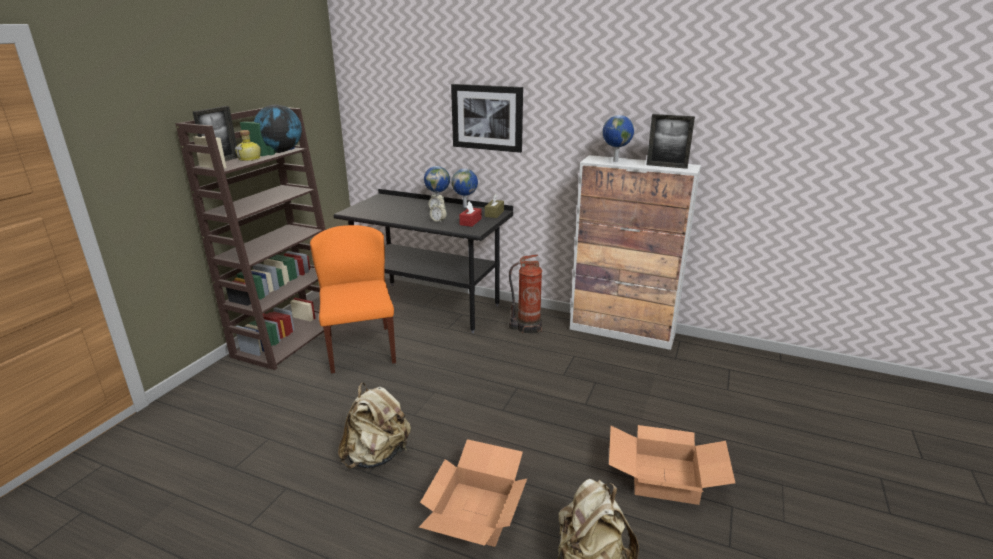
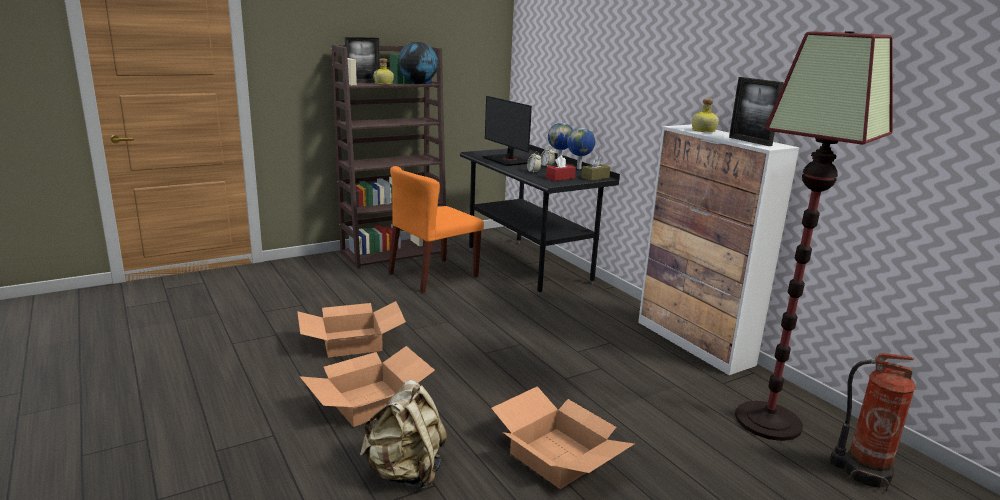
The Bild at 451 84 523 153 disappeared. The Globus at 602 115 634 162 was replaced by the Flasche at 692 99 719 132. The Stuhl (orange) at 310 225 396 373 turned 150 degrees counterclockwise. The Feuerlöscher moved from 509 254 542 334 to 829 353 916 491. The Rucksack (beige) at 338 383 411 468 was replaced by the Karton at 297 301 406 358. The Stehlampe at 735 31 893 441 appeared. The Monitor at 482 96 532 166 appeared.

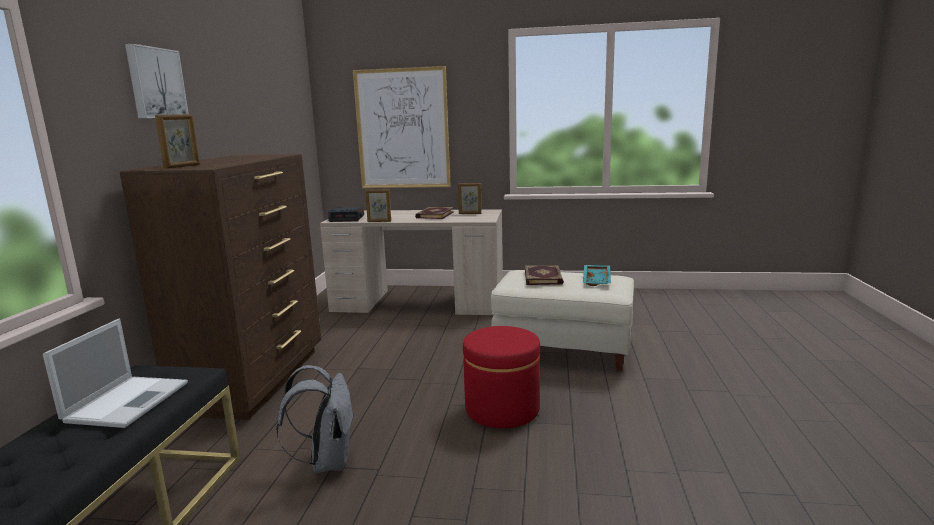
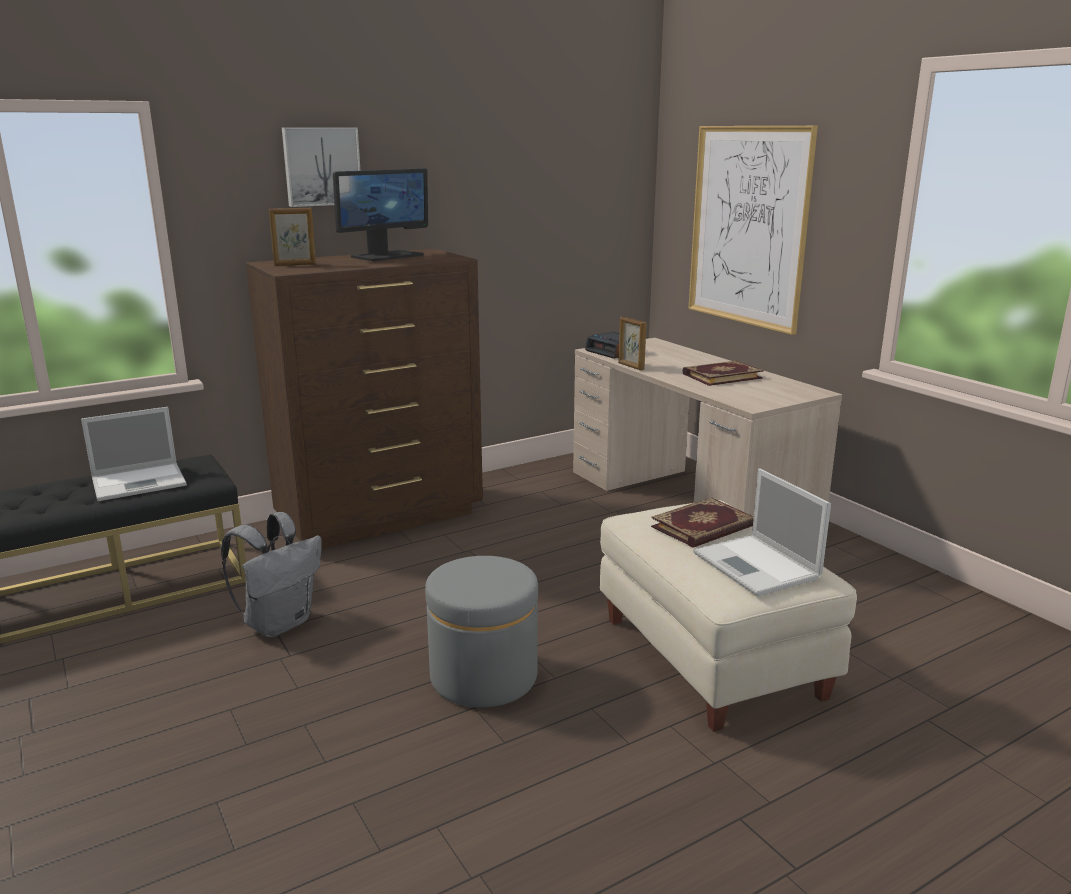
The Bilderrahmen at 458 183 481 214 disappeared. The Tablett (türkis) at 583 265 611 286 was replaced by the Laptop at 693 468 831 596. The Polsterhocker (rot) at 463 326 540 428 became the Polsterhocker (grau) at 425 556 538 708. The Monitor at 333 168 428 261 appeared.

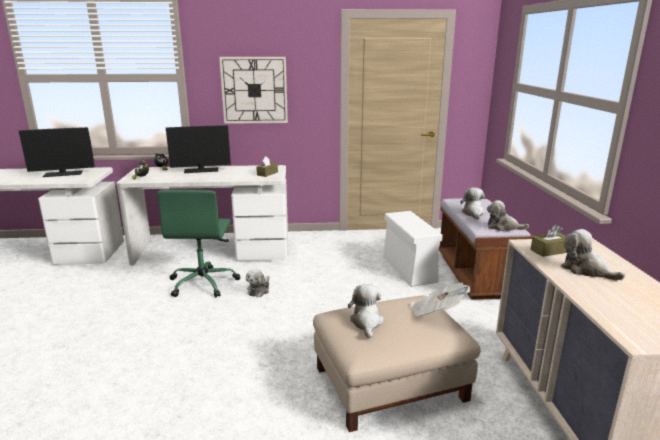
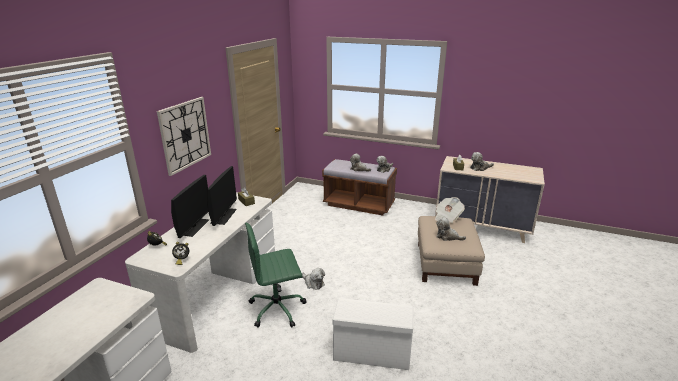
The Monitor moved from 19 127 95 177 to 207 166 237 226. The Bürostuhl (grün) at 157 190 240 297 turned 135 degrees clockwise. The Aufbewahrungsbox (weiß) moved from 383 211 443 287 to 333 298 413 370.

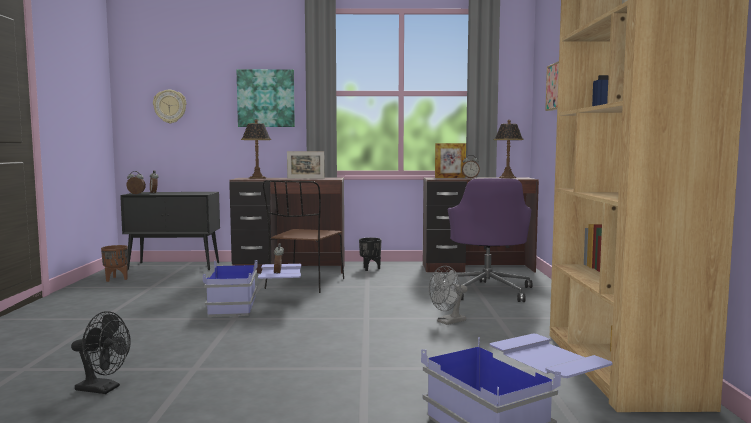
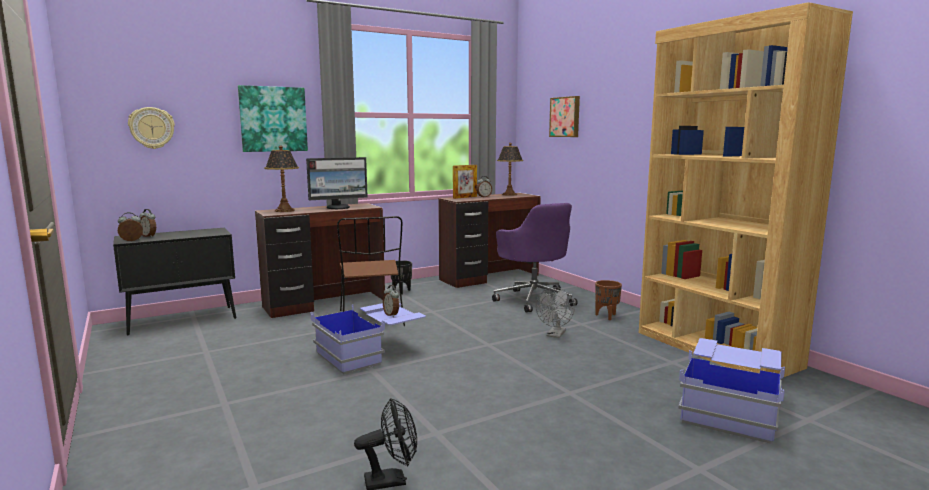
The Bilderrahmen at 287 151 325 179 was replaced by the Monitor at 306 157 368 209. The Pflanzkübel (braun) moved from 101 245 128 282 to 595 280 622 320.

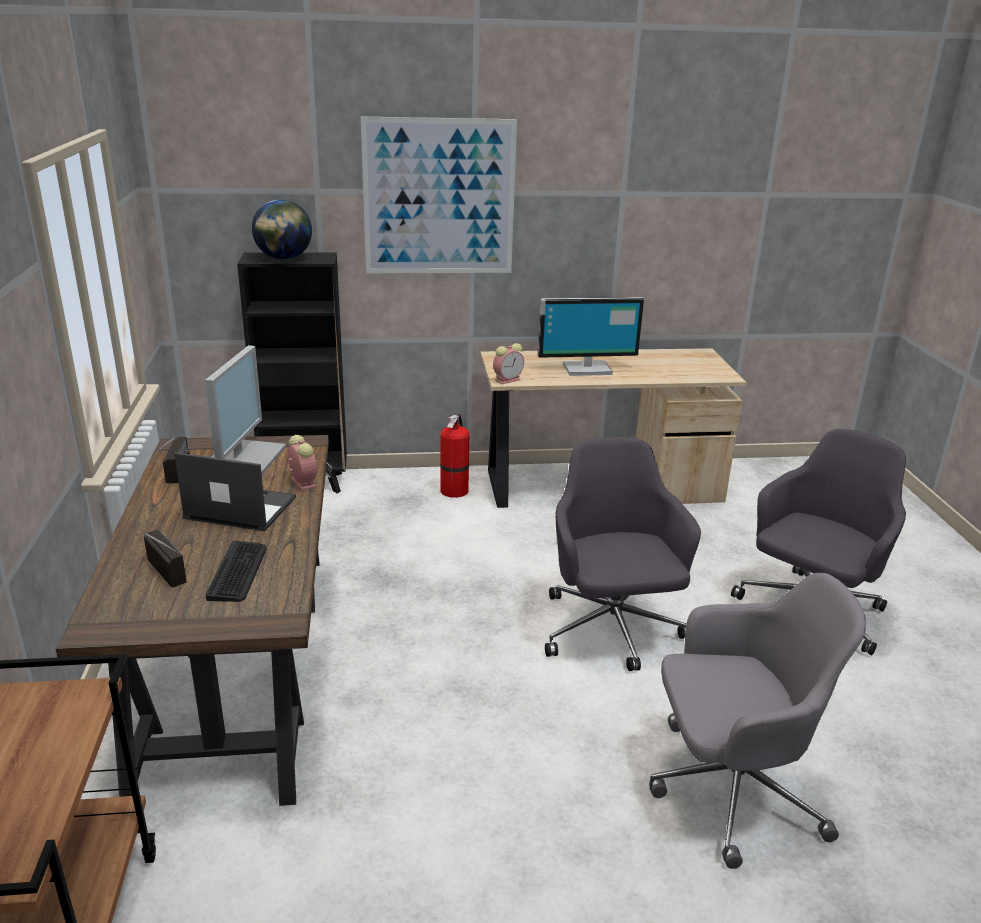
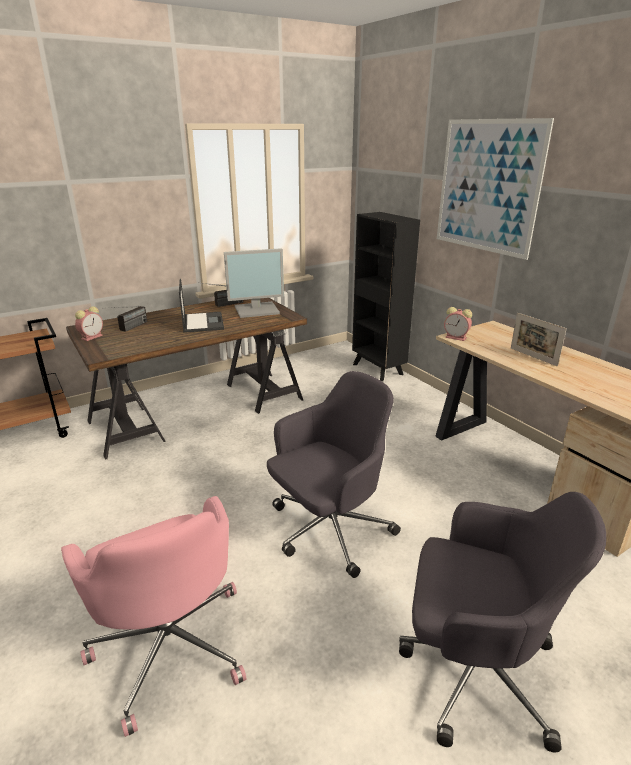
The Globus at 252 199 312 260 disappeared. The Monitor at 538 297 644 376 was replaced by the Bilderrahmen at 511 313 567 366. The Feuerlöscher at 440 414 470 498 disappeared. The Wecker moved from 288 435 317 491 to 75 306 103 341. The Tastatur at 206 541 267 602 disappeared. The Bürostuhl (grau) at 649 573 866 869 became the Bürostuhl (rosa) at 61 496 246 737.

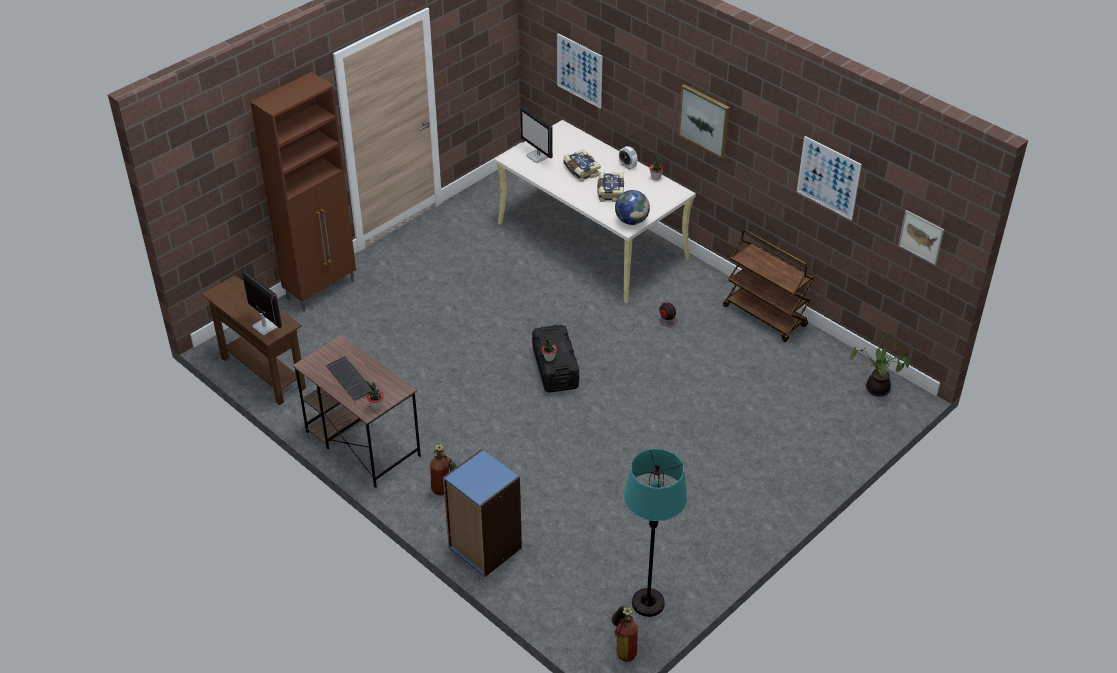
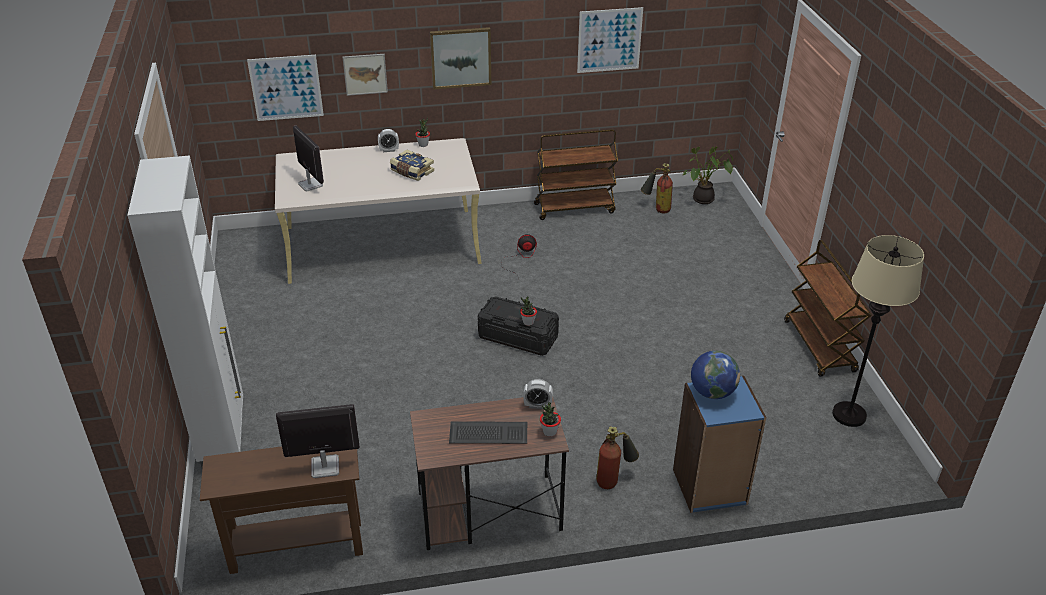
The Schrank (braun) at 250 72 356 312 became the Schrank (weiß) at 127 156 243 468. The Monitor at 520 106 553 163 turned 120 degrees counterclockwise. The Buch at 563 149 601 182 disappeared. The Globus moved from 615 190 650 225 to 691 351 740 399. The Bild moved from 898 210 944 265 to 343 54 388 96. The Stehlampe (türkis) at 624 449 688 617 became the Stehlampe (beige) at 832 235 924 427. The Feuerlöscher moved from 611 606 638 662 to 641 163 673 213. The Rollwagen (braun) at 784 240 872 377 appeared. The Wecker at 523 379 553 409 appeared.

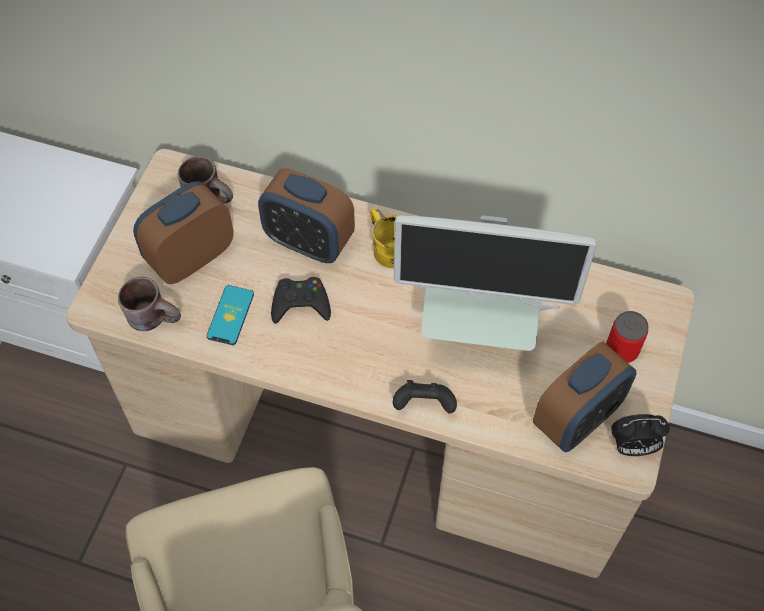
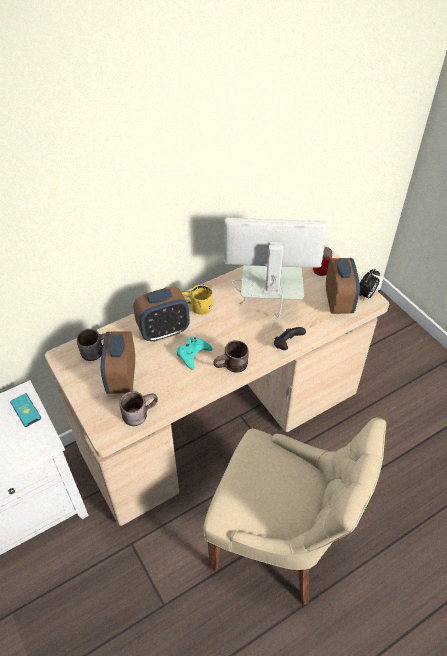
The Monitor at 394 215 597 351 turned 135 degrees counterclockwise. The Gamepad (schwarz) at 271 277 331 324 became the Gamepad (türkis) at 176 336 212 370. The Handy moved from 207 285 254 345 to 10 393 41 427. The Henkelbecher (braun) at 213 340 249 372 appeared.

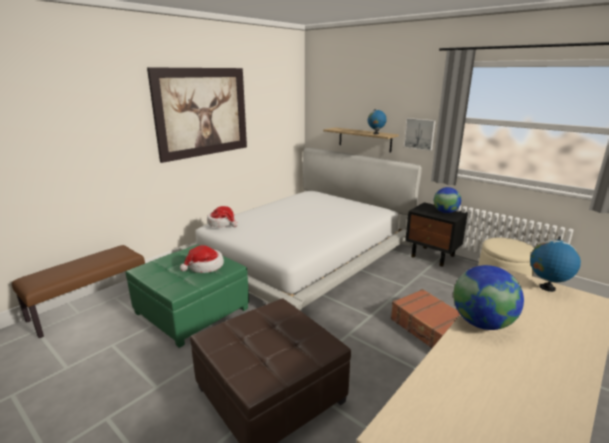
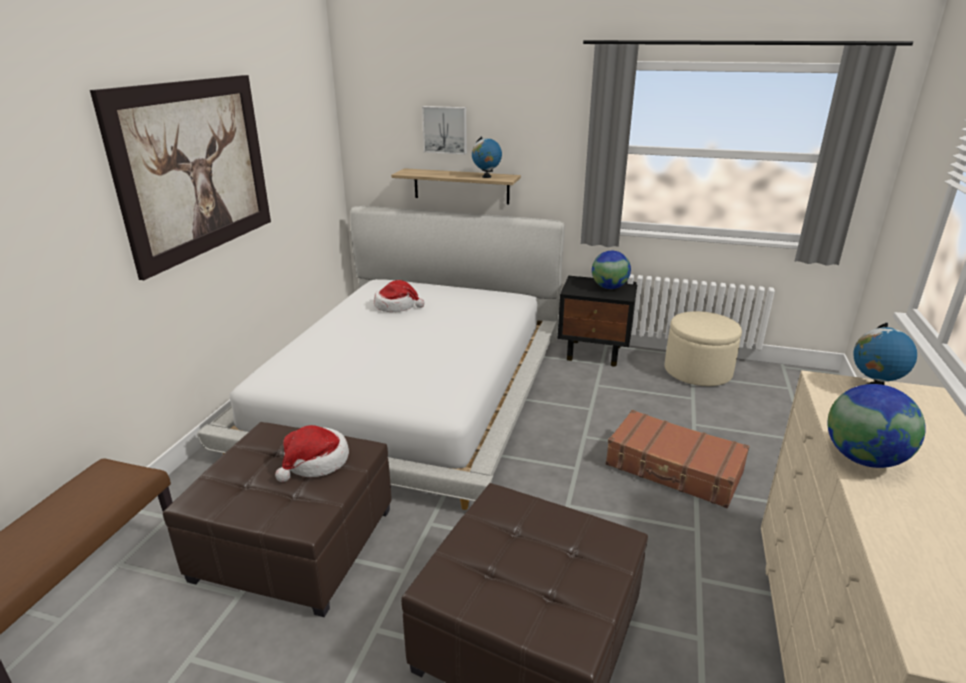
The Bild moved from 404 118 436 151 to 422 106 467 155. The Hut moved from 207 206 238 227 to 374 280 425 312. The Polsterhocker (grün) at 126 244 249 348 became the Polsterhocker (braun) at 163 422 392 617.

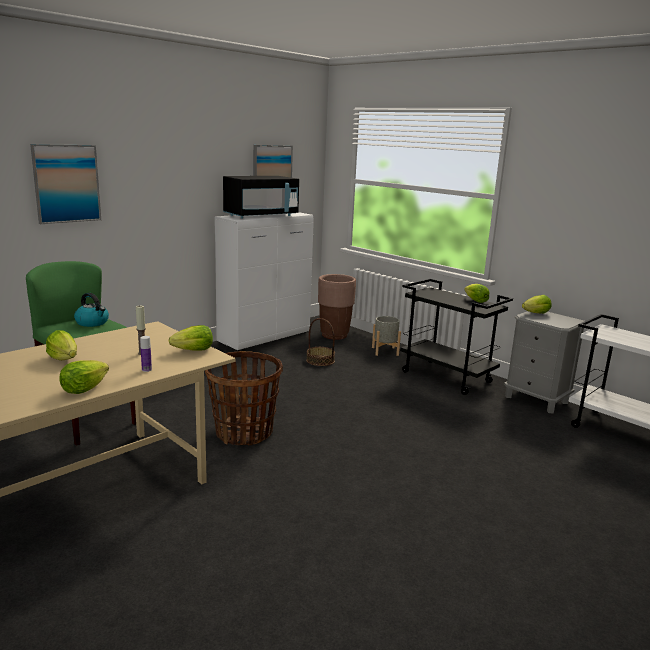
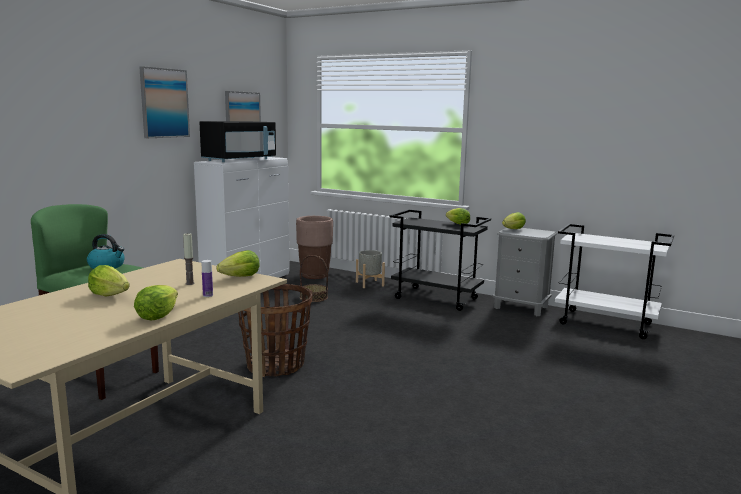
The Bild moved from 30 144 101 224 to 139 66 190 138.

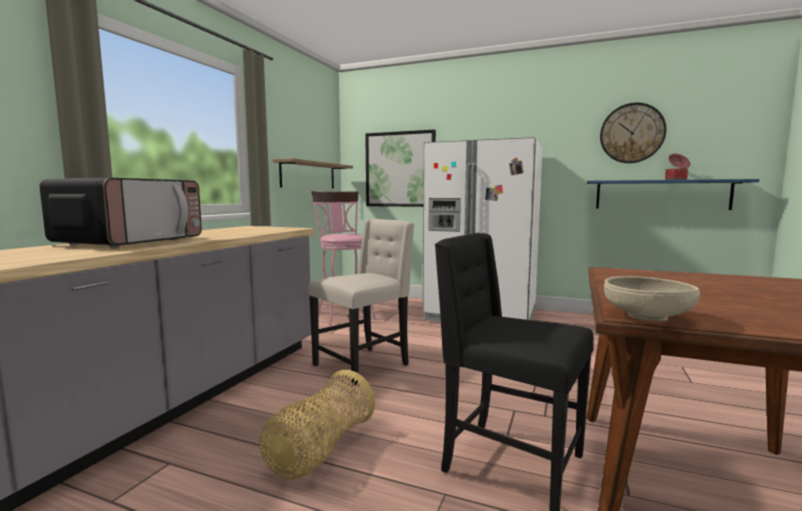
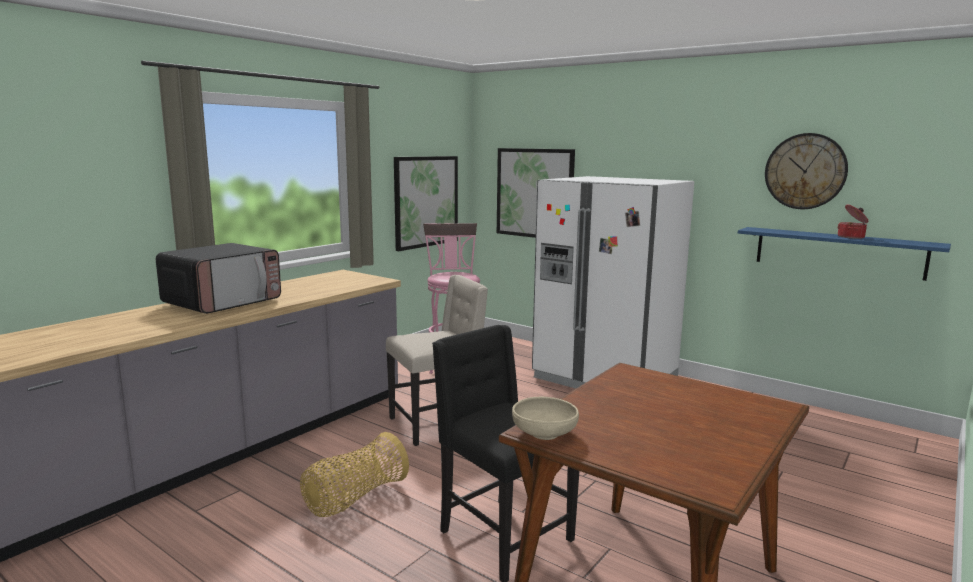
The Wandregal at 272 158 353 189 was replaced by the Bild at 394 156 458 251.

